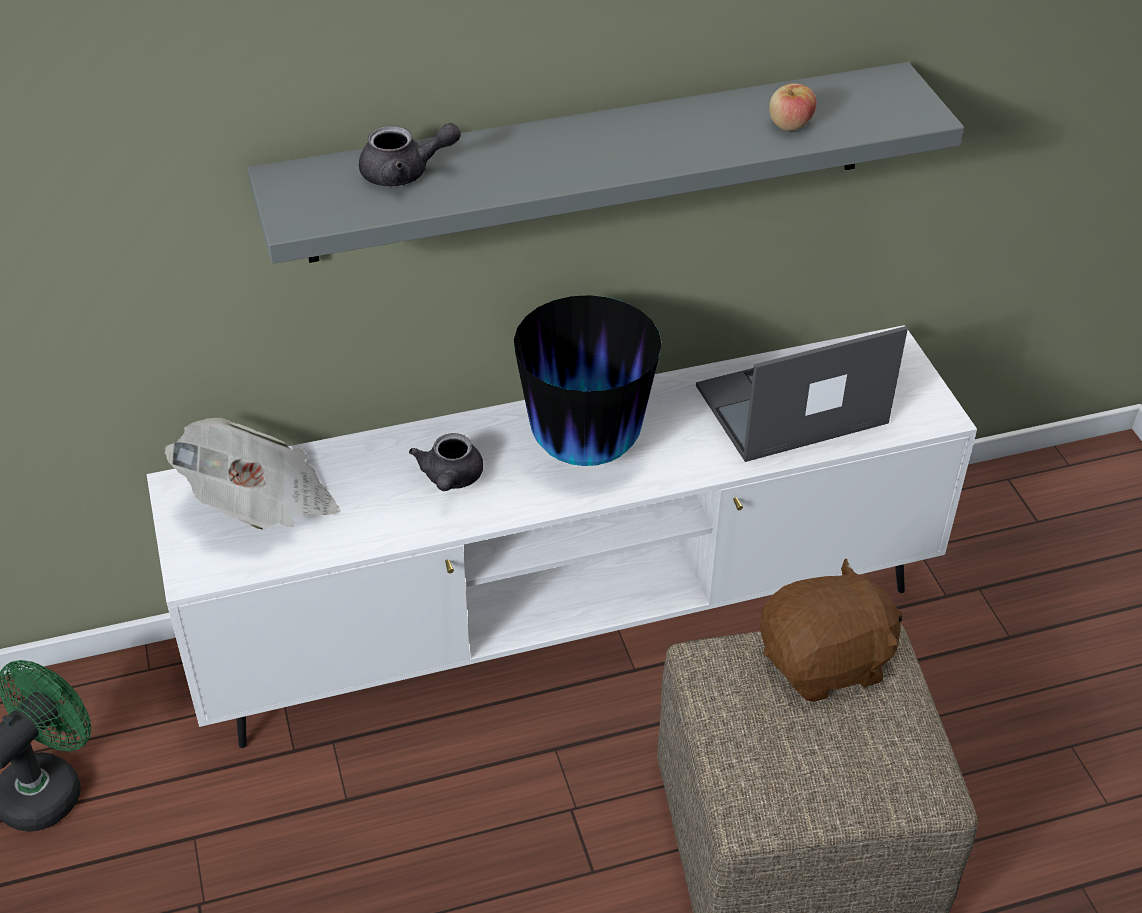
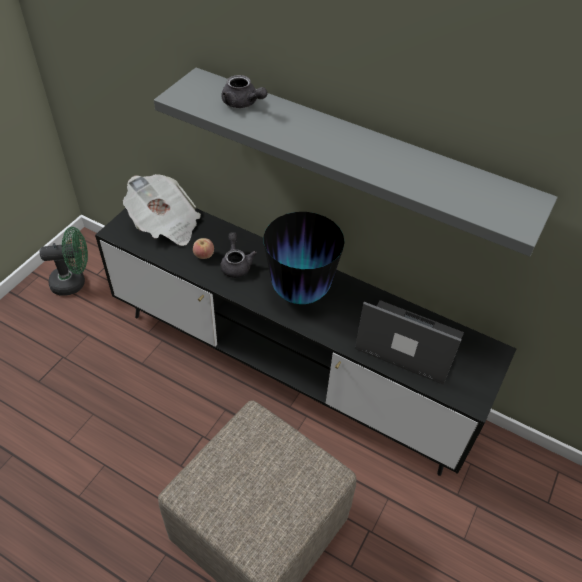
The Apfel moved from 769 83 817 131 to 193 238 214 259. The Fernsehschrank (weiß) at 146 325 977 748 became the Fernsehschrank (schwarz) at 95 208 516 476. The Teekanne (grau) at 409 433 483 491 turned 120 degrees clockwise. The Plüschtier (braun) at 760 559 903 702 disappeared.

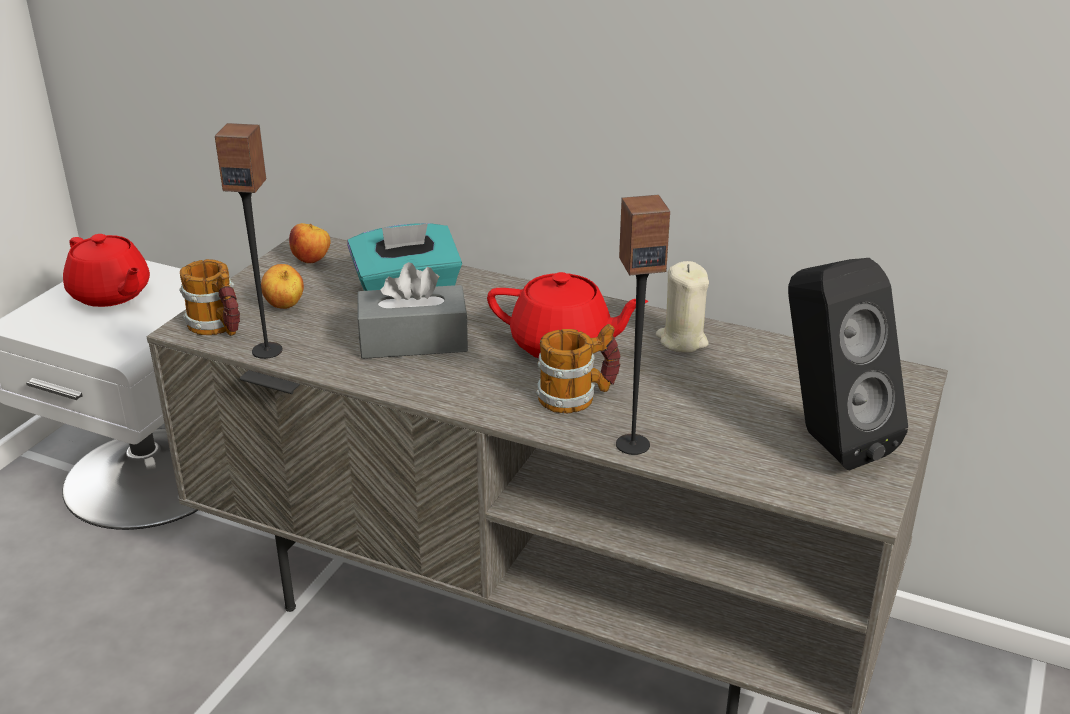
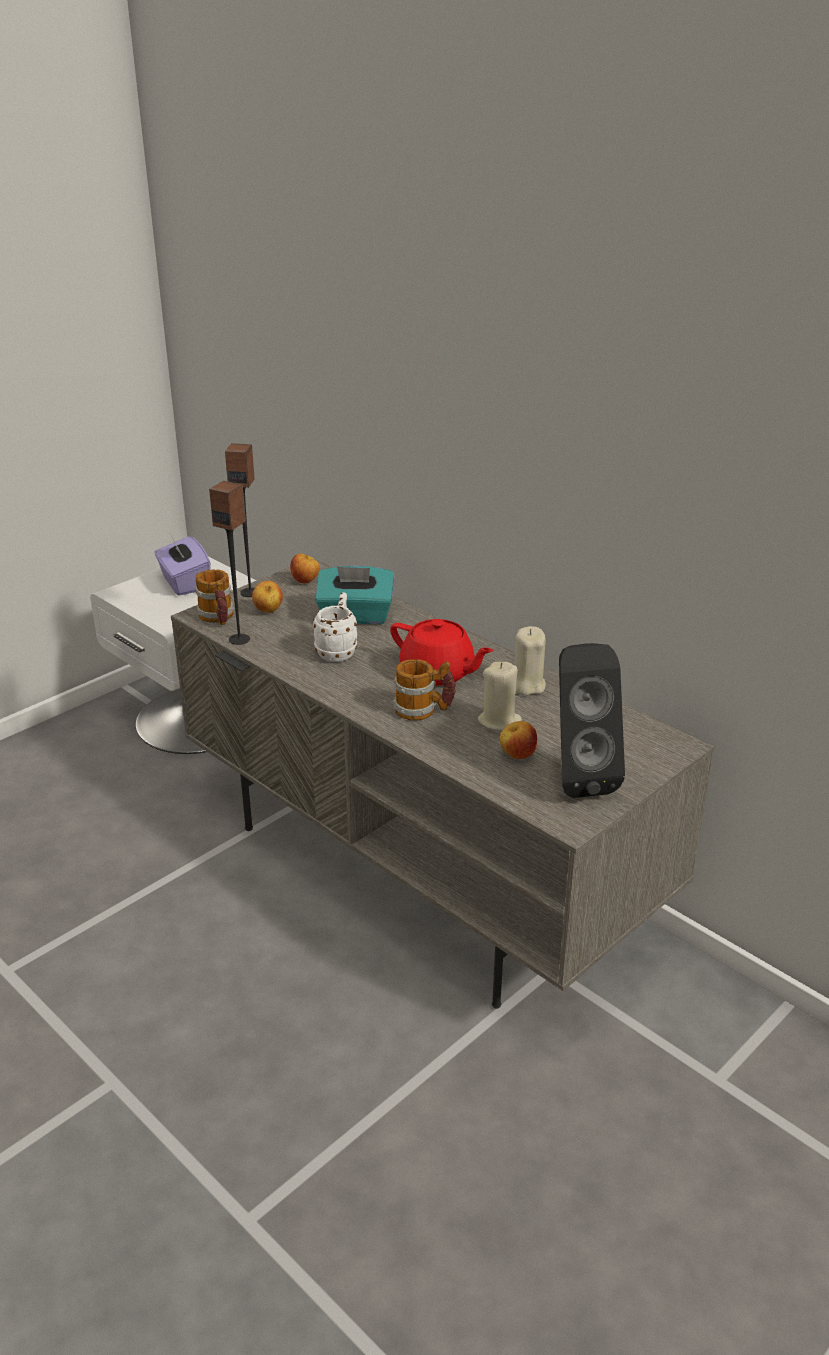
The Lautsprecher moved from 616 195 670 455 to 225 443 255 597. The Teekanne (rot) at 63 234 150 307 was replaced by the Taschentuchbox (lila) at 154 534 211 596. The Taschentuchbox (grau) at 357 262 468 359 was replaced by the Henkelbecher (weiß) at 313 592 357 662. The Kerze (beige) at 478 662 522 731 appeared. The Apfel at 500 721 538 759 appeared.

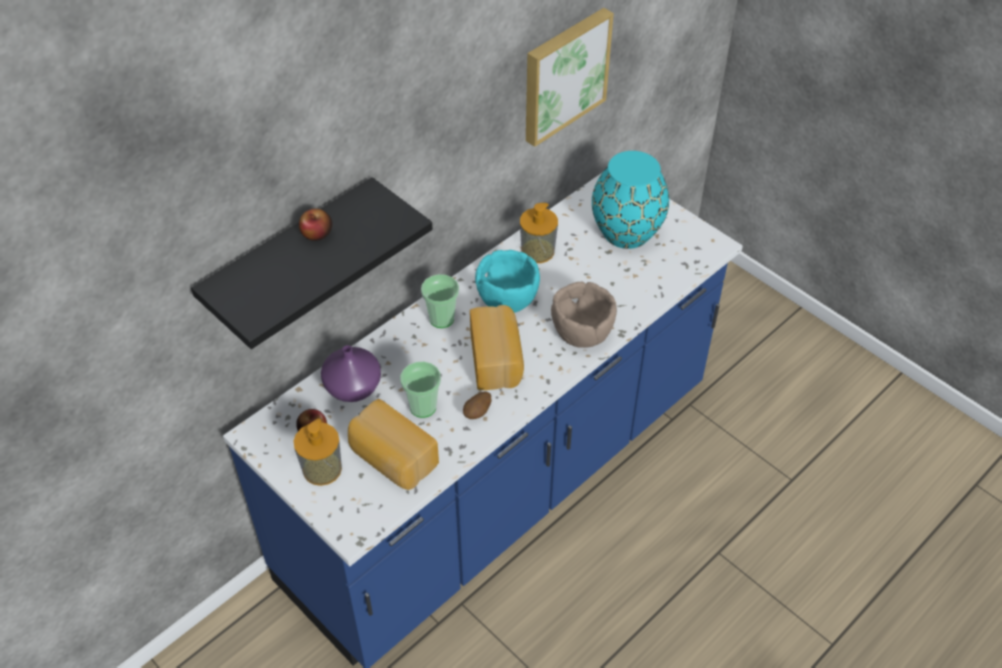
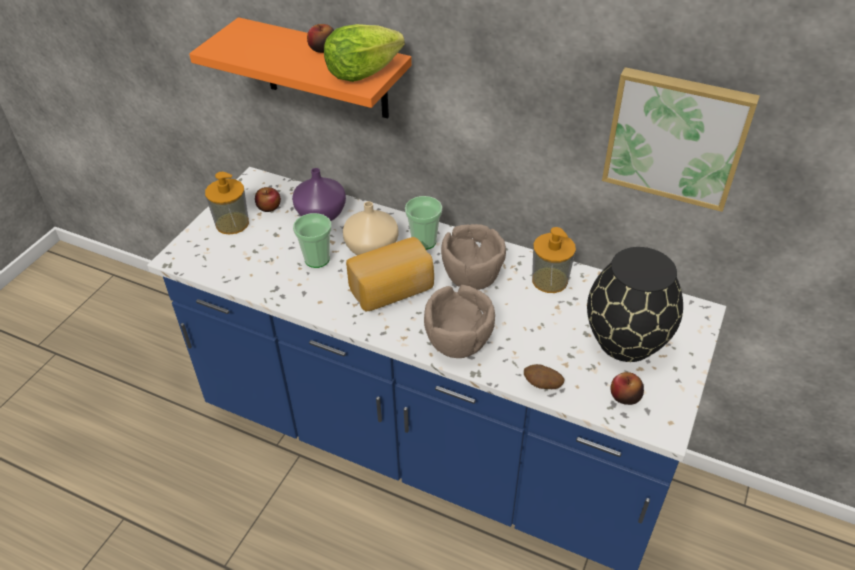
The Vase (türkis) at 592 151 669 249 became the Vase (schwarz) at 587 247 683 362. The Wandregal (schwarz) at 191 177 433 349 became the Wandregal (orange) at 189 17 412 119. The Schüssel (türkis) at 475 250 540 313 became the Schüssel (braun) at 441 224 506 290. The Kartoffel moved from 463 392 492 419 to 524 364 565 389. The Brot at 348 399 439 490 disappeared. The Salatkopf at 324 24 405 82 appeared. The Vase (beige) at 343 201 399 255 appeared. The Apfel at 610 372 644 405 appeared.

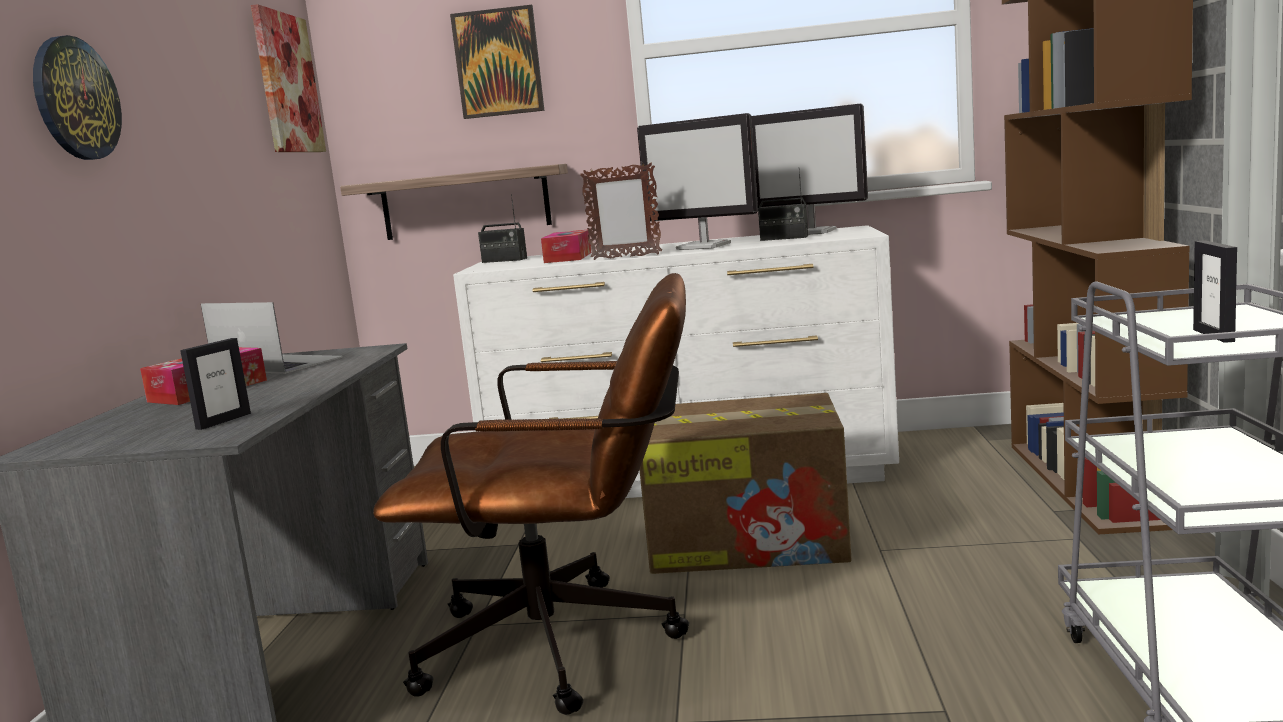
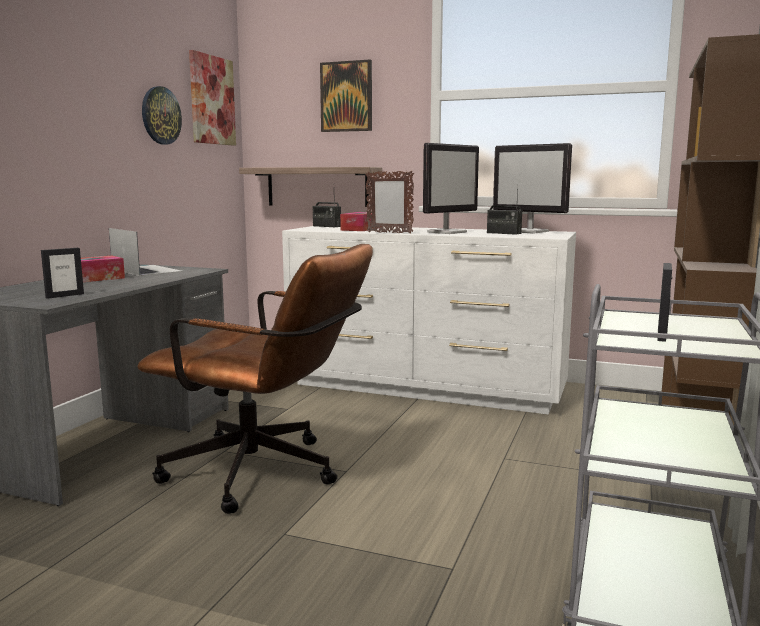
The Wanduhr moved from 33 35 122 160 to 142 86 182 145. The Monitor at 637 113 758 250 turned 90 degrees counterclockwise. The Karton at 639 393 851 574 disappeared.

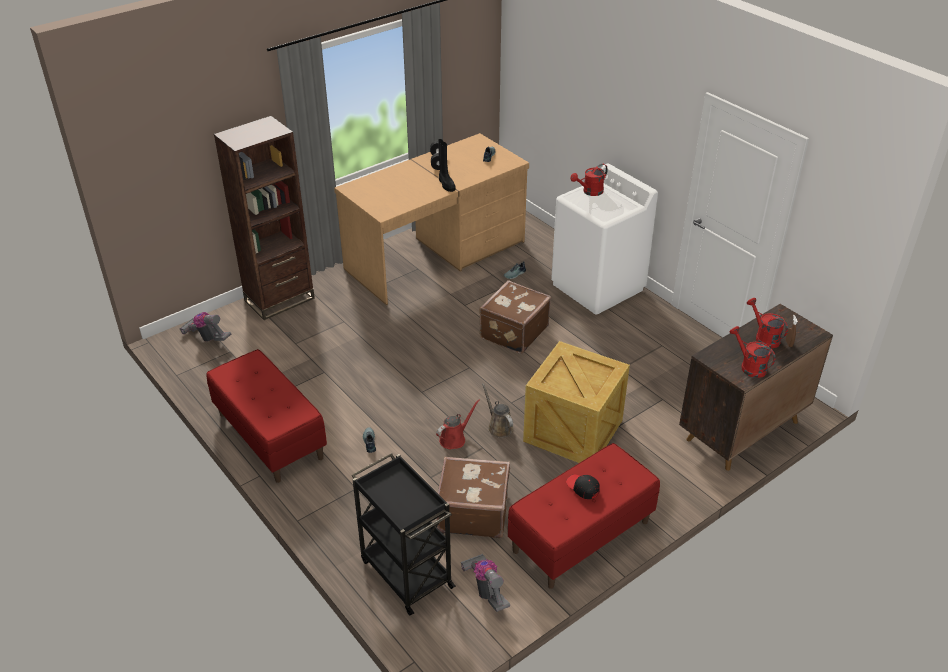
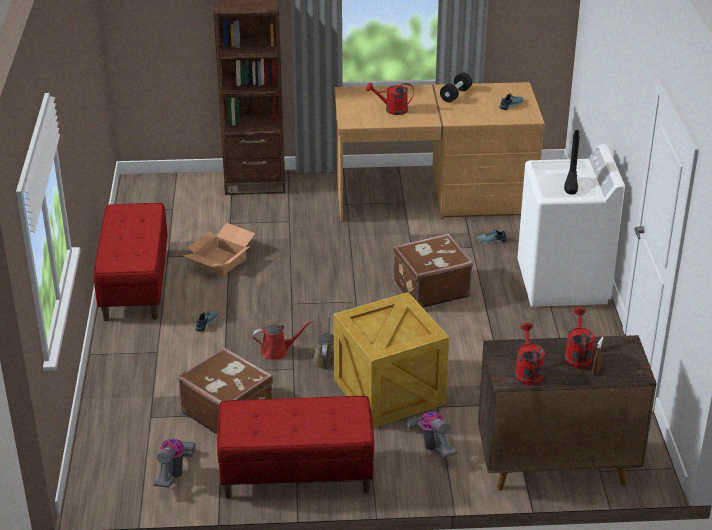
The Stiefel (schwarz) moved from 438 139 455 192 to 564 130 580 195. The Gießkanne (rot) moved from 570 164 608 196 to 366 83 414 115. The Staubsauger moved from 180 312 231 342 to 406 411 457 458. The Rollwagen (schwarz) at 352 453 456 616 disappeared. The Kappe (schwarz) at 566 475 600 499 disappeared. The Karton at 183 223 255 276 appeared.

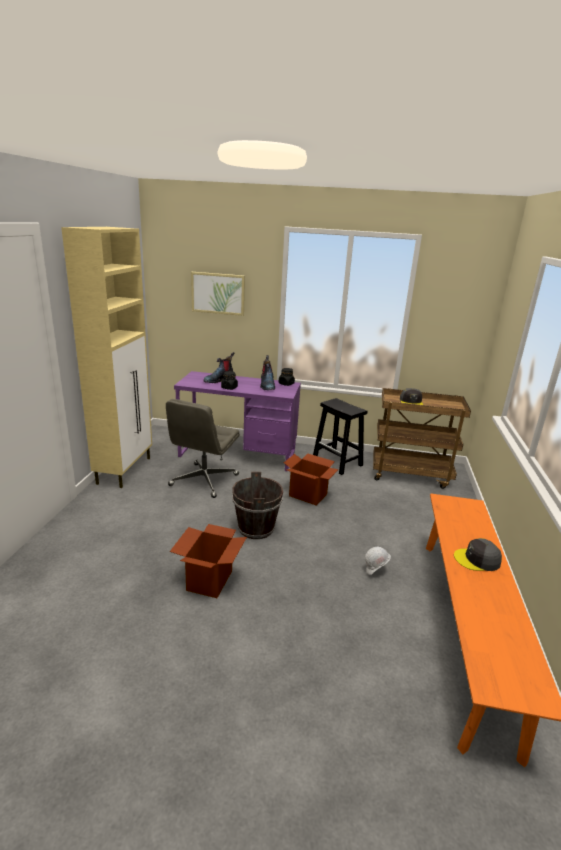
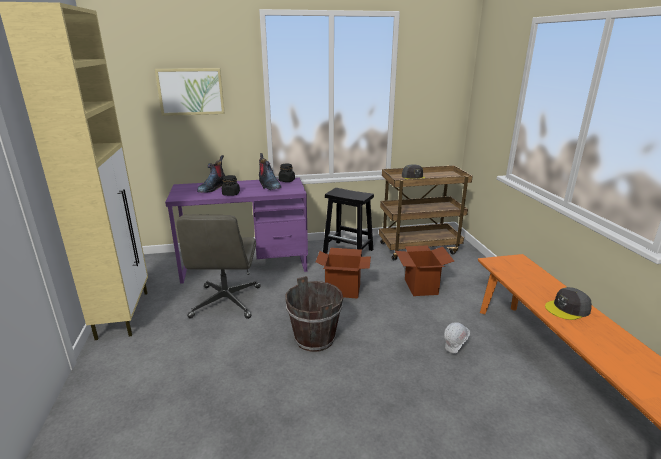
The Karton moved from 170 524 247 598 to 395 245 454 296.

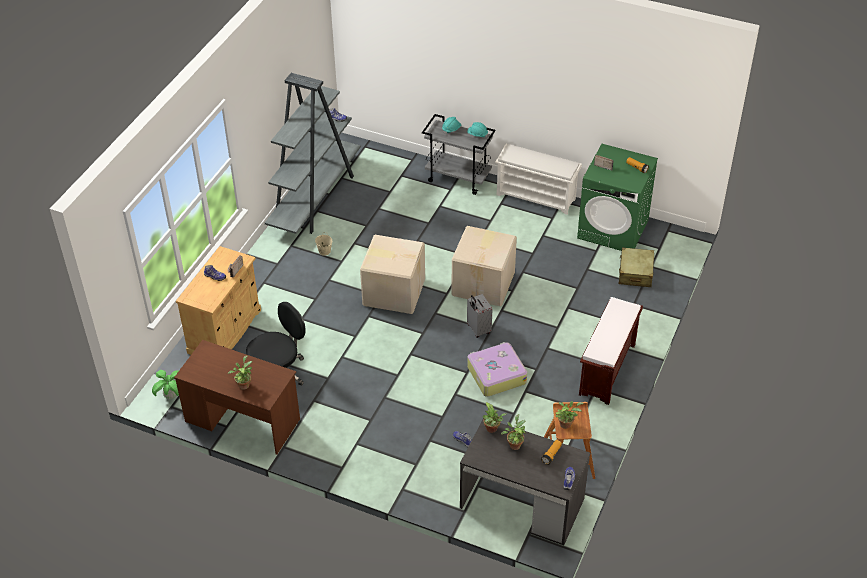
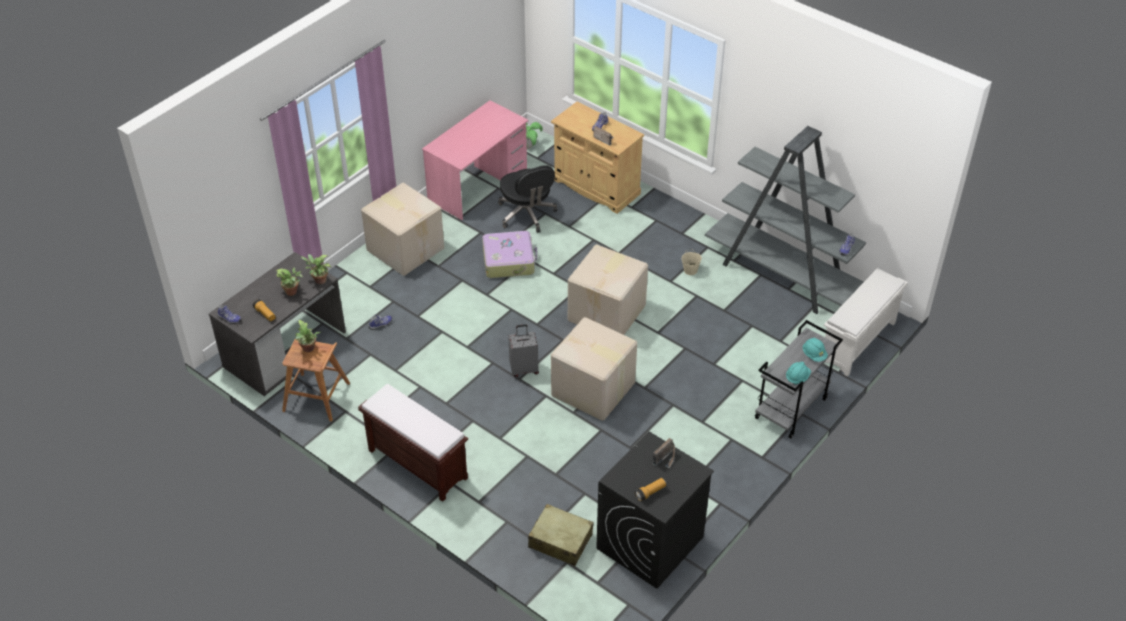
The Schuhregal (weiß) moved from 495 143 582 215 to 824 268 908 376. The Waschmaschine (grün) at 577 144 658 251 became the Waschmaschine (schwarz) at 596 431 714 589. The Schreibtisch (braun) at 174 340 300 455 became the Schreibtisch (rosa) at 422 100 528 220. The Koffer moved from 467 342 527 397 to 482 231 537 278. The Topfpflanze at 228 355 252 390 disappeared. The Karton at 361 183 444 276 appeared.

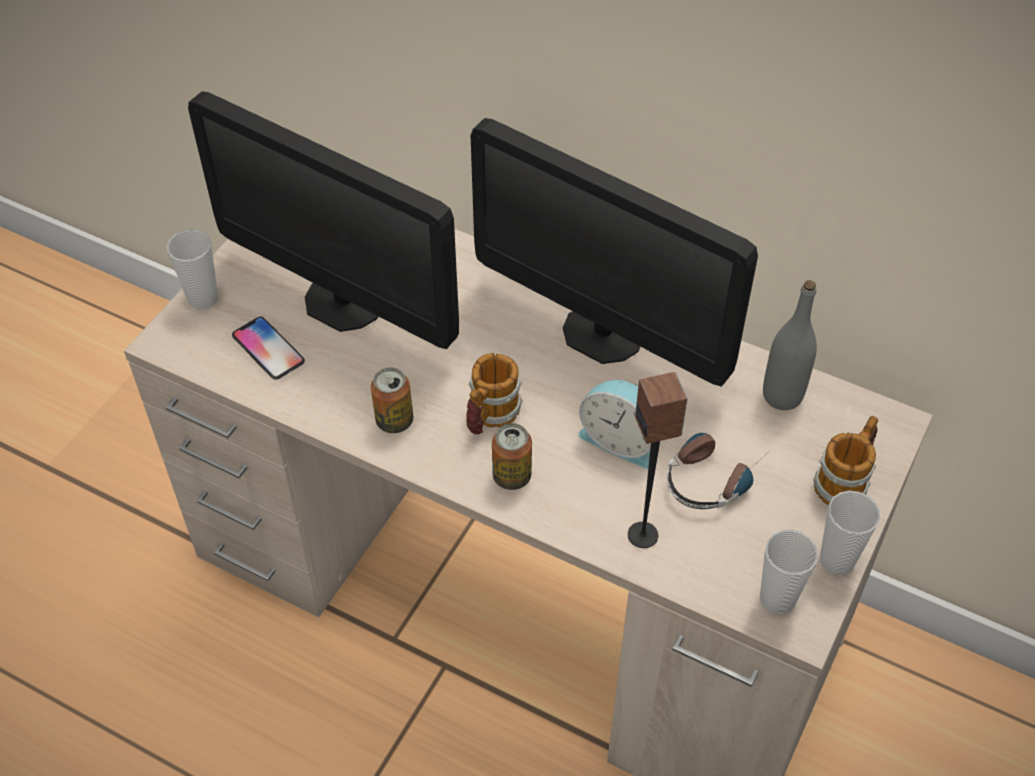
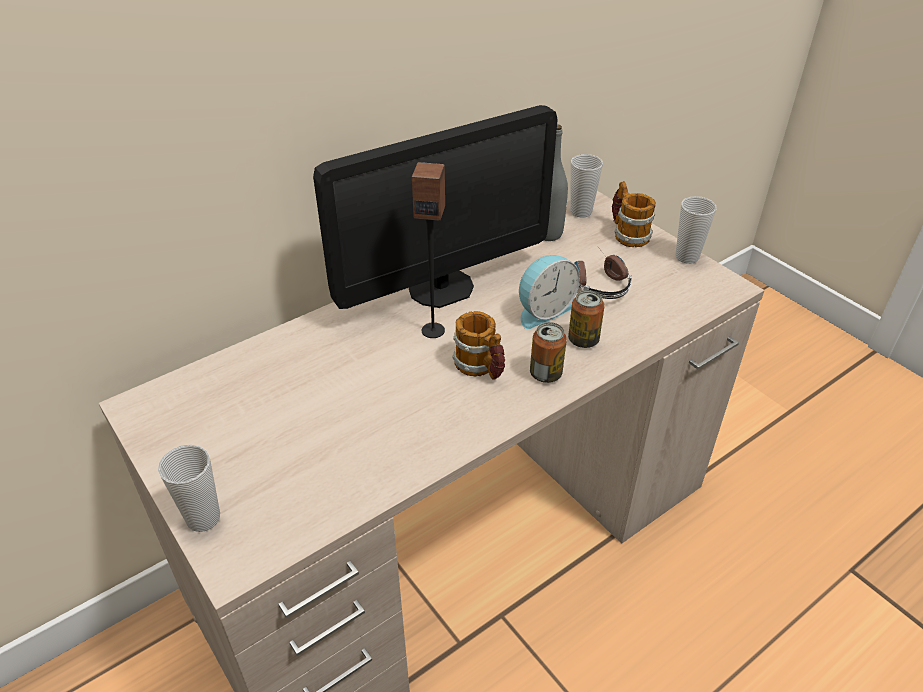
The Monitor at 188 91 459 349 disappeared. The Handy at 232 317 305 380 disappeared. The Dose moved from 371 367 413 433 to 568 290 605 348. The Lautsprecher moved from 628 372 688 548 to 412 162 445 338. The Tasse moved from 760 529 819 615 to 570 154 603 217.

